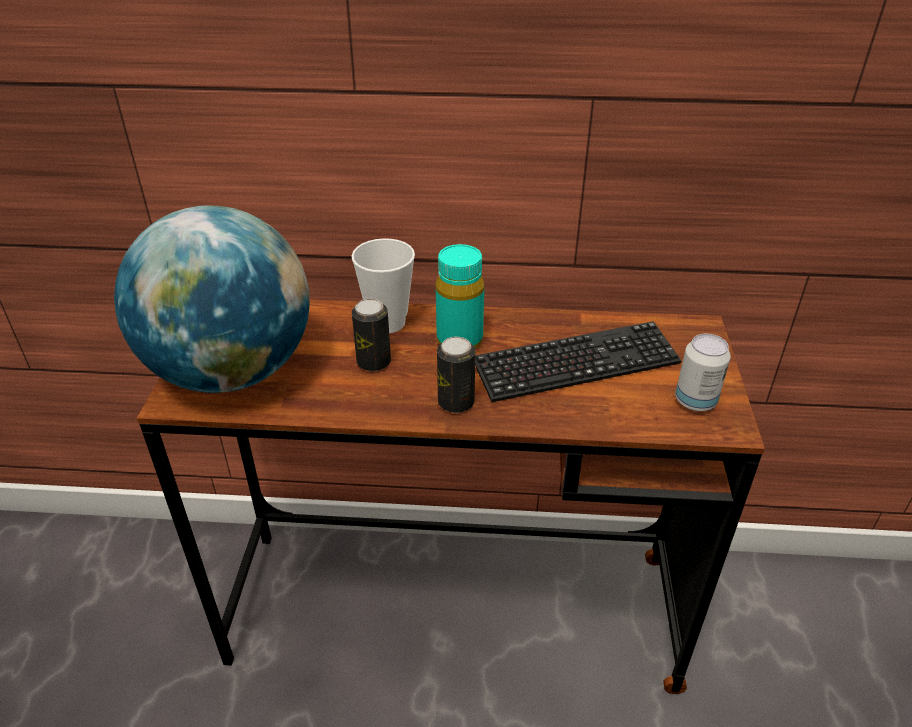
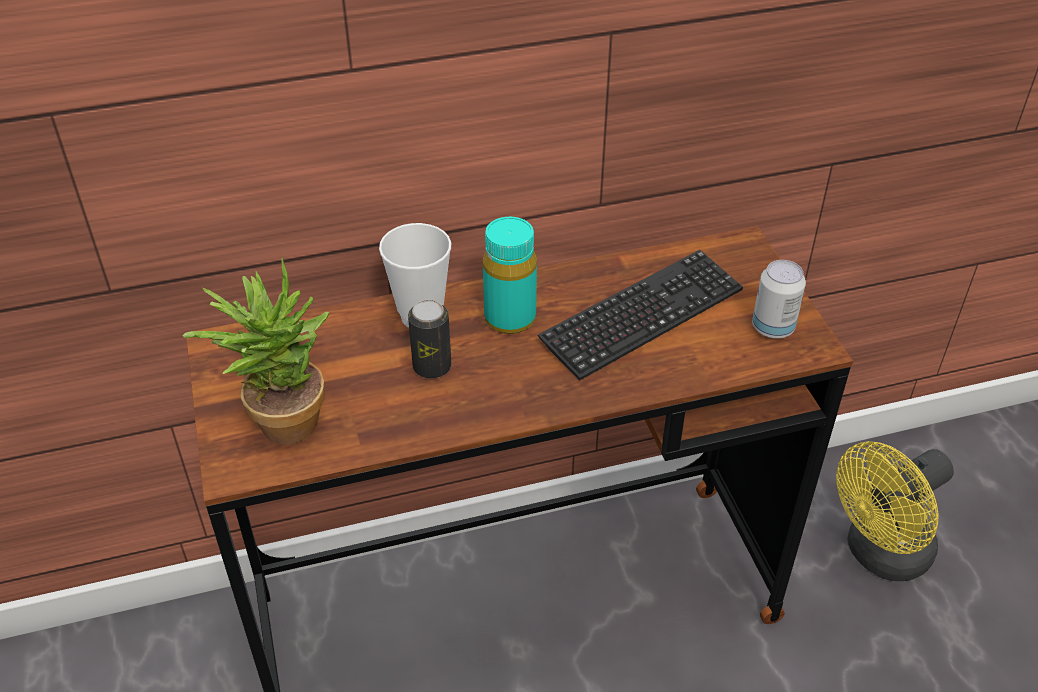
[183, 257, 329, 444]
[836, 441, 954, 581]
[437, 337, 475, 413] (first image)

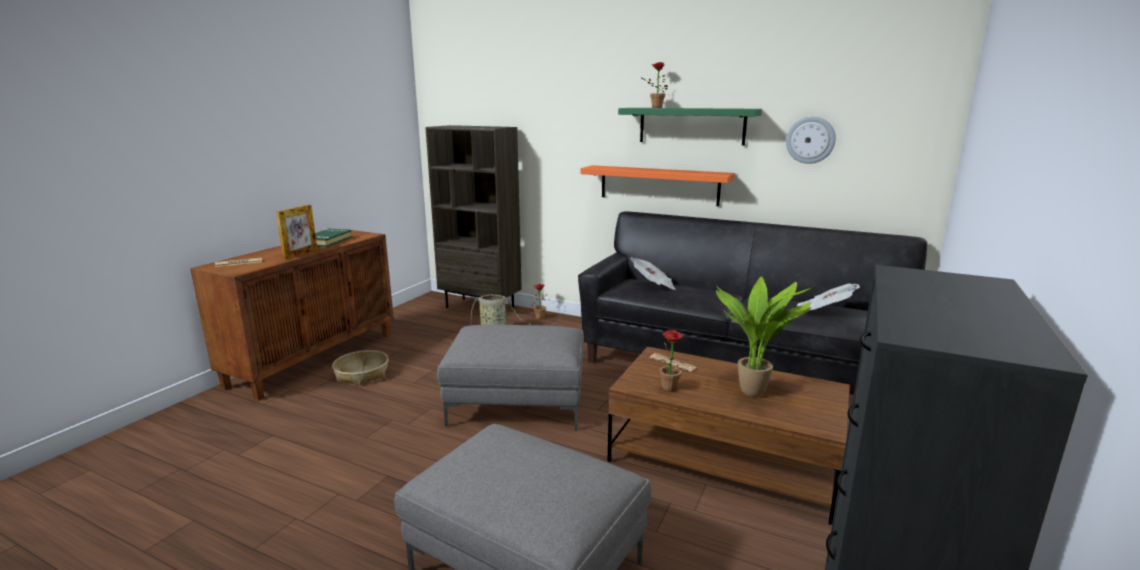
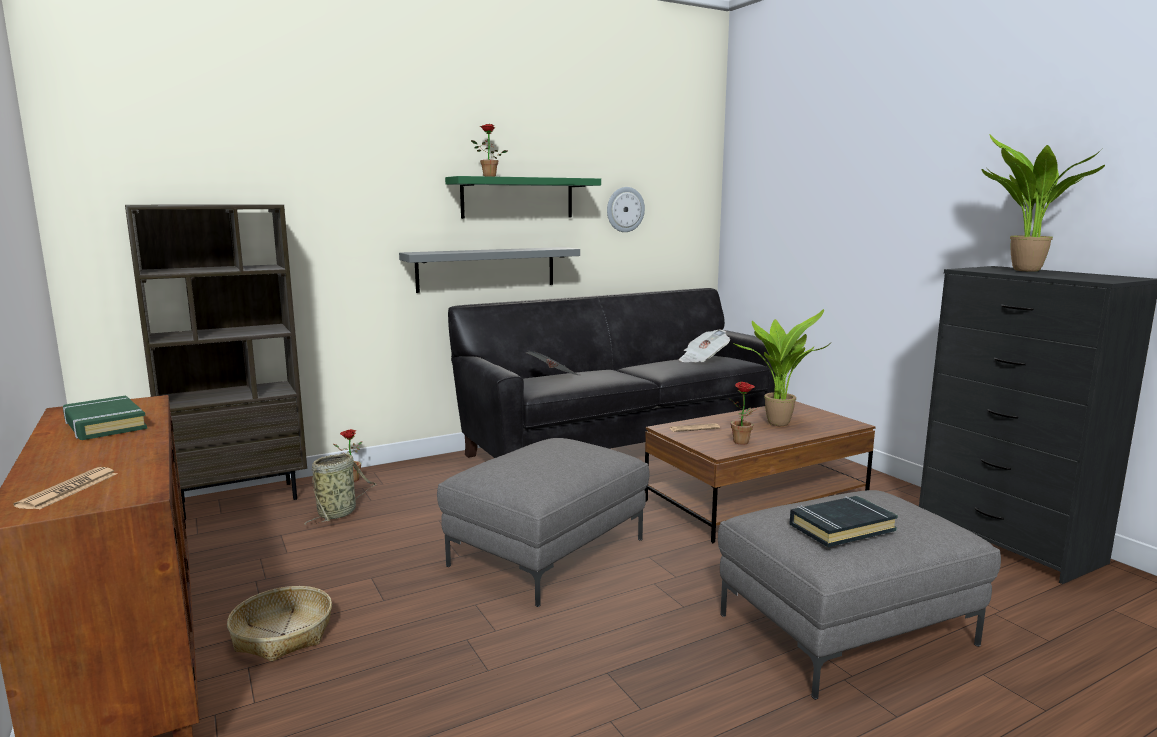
[399, 247, 580, 293]
[789, 496, 898, 547]
[981, 134, 1105, 272]
[276, 205, 317, 259] (first image)

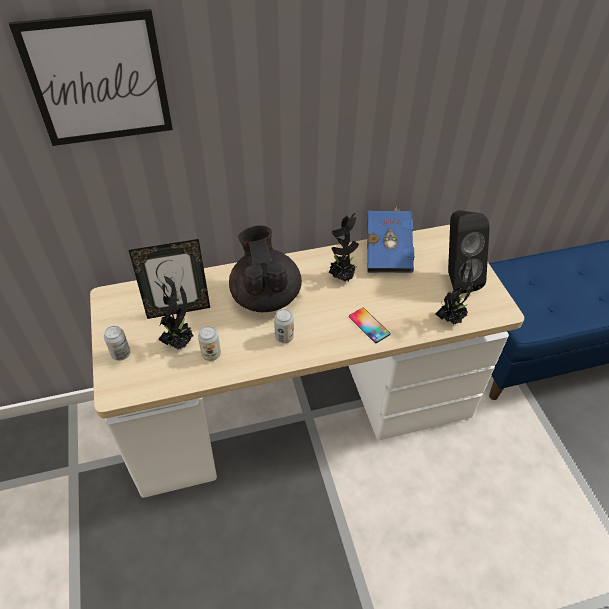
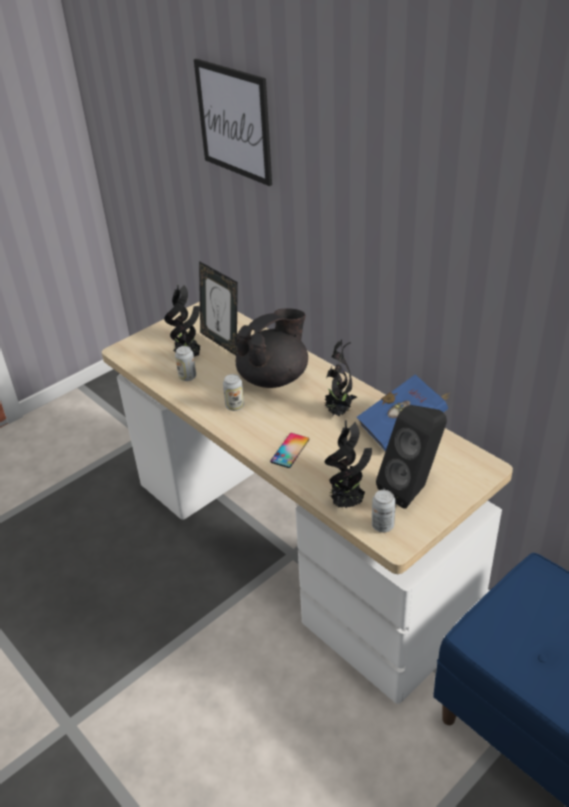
[372, 490, 396, 532]

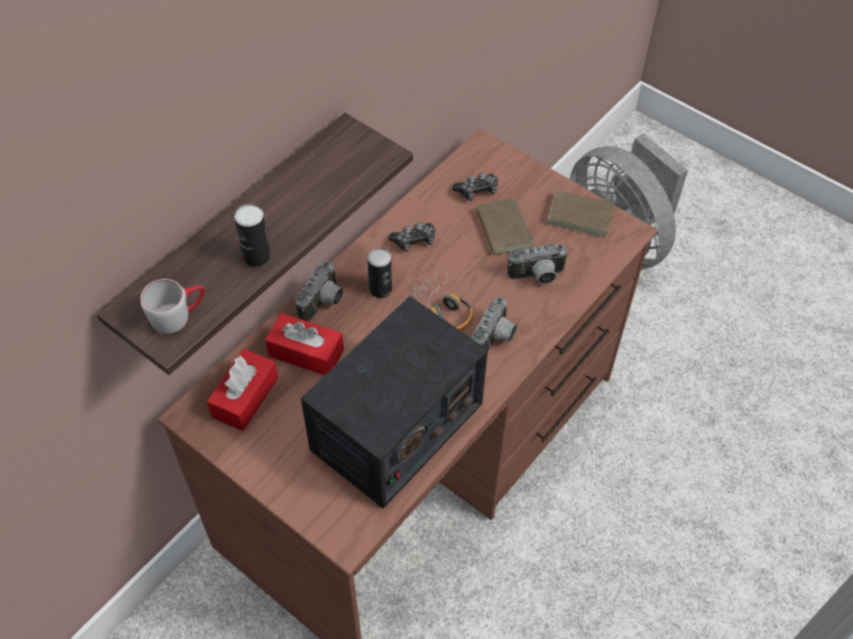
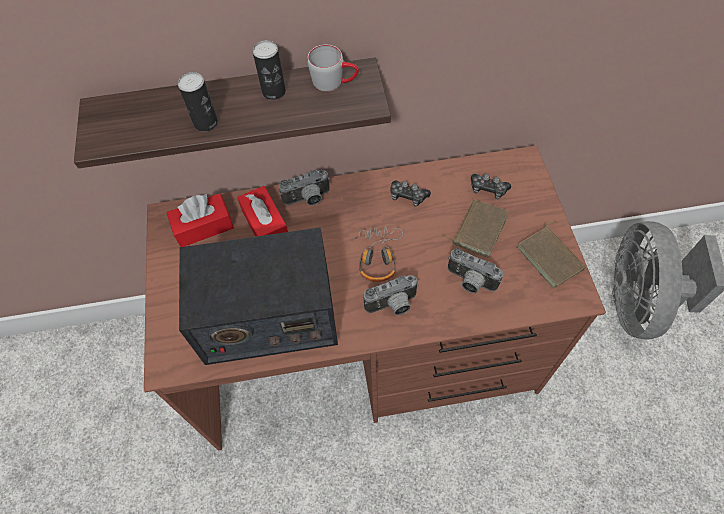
[253, 40, 286, 100]
[307, 45, 359, 92]

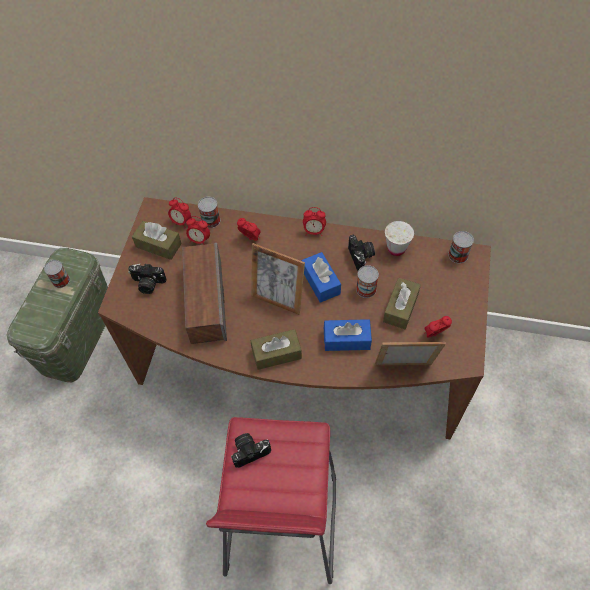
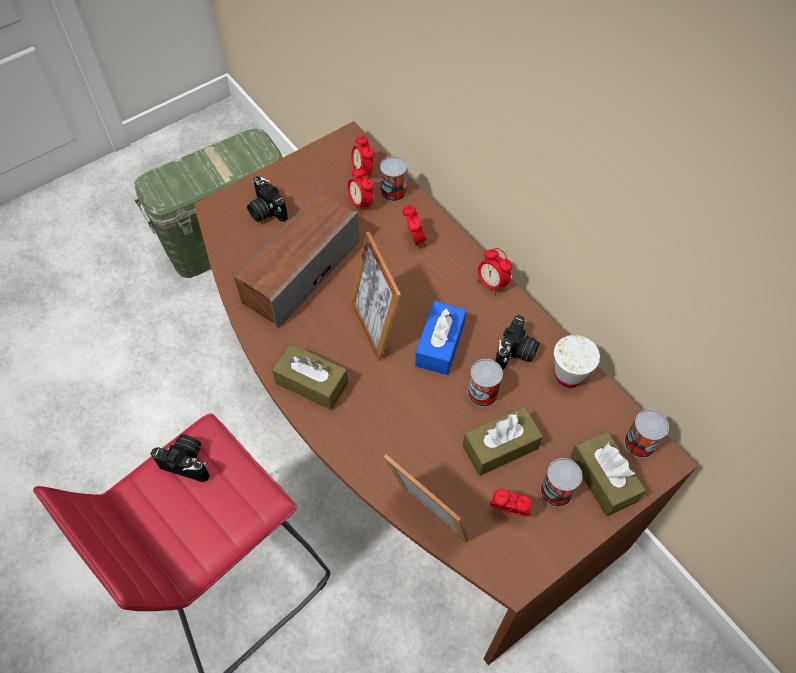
[540, 458, 582, 507]
[570, 431, 646, 516]
[324, 319, 372, 351] (first image)

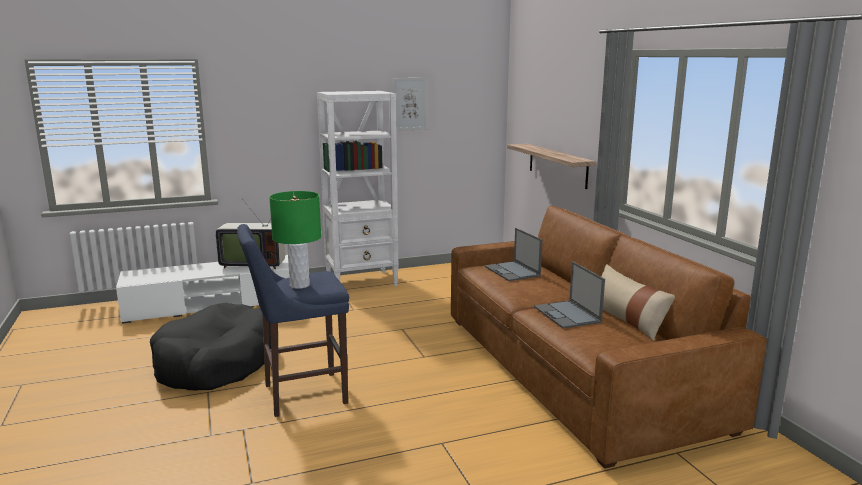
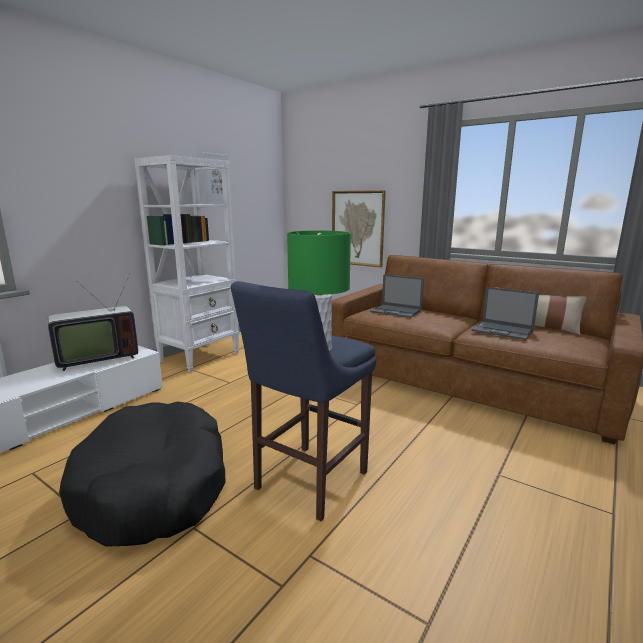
[332, 190, 386, 267]

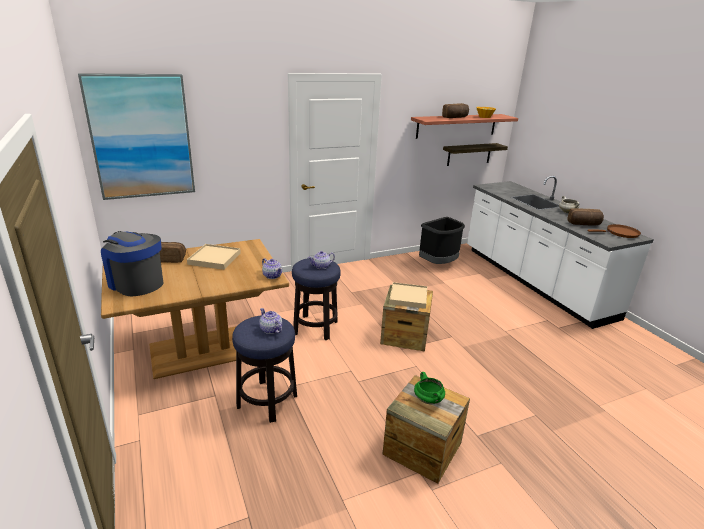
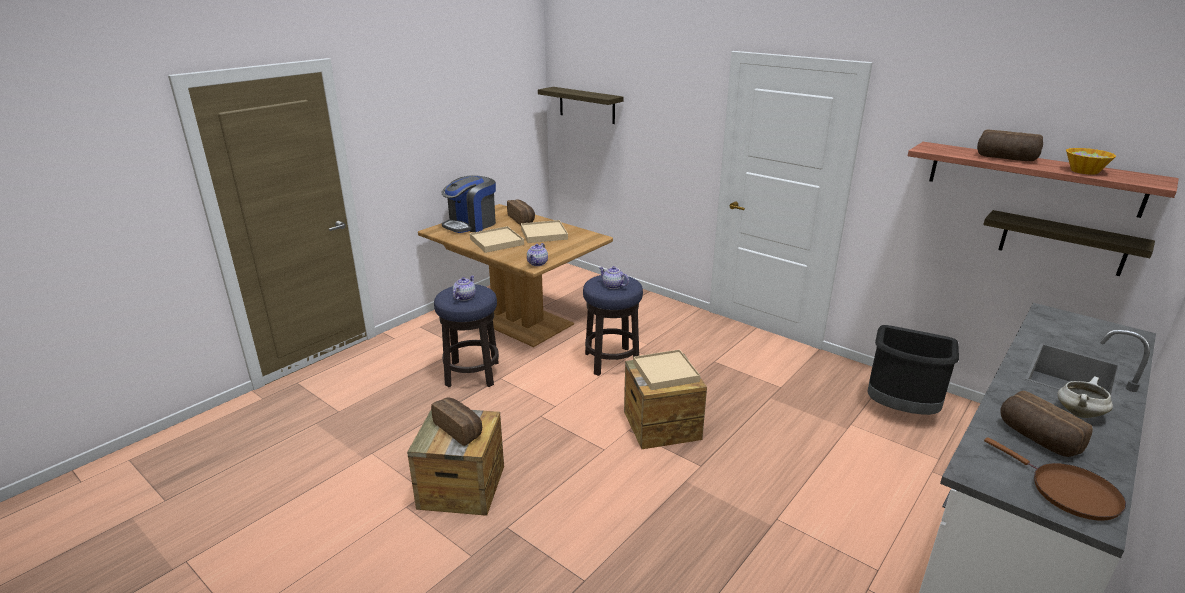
[431, 398, 482, 446]
[441, 175, 496, 233]
[470, 226, 524, 253]
[538, 87, 624, 124]

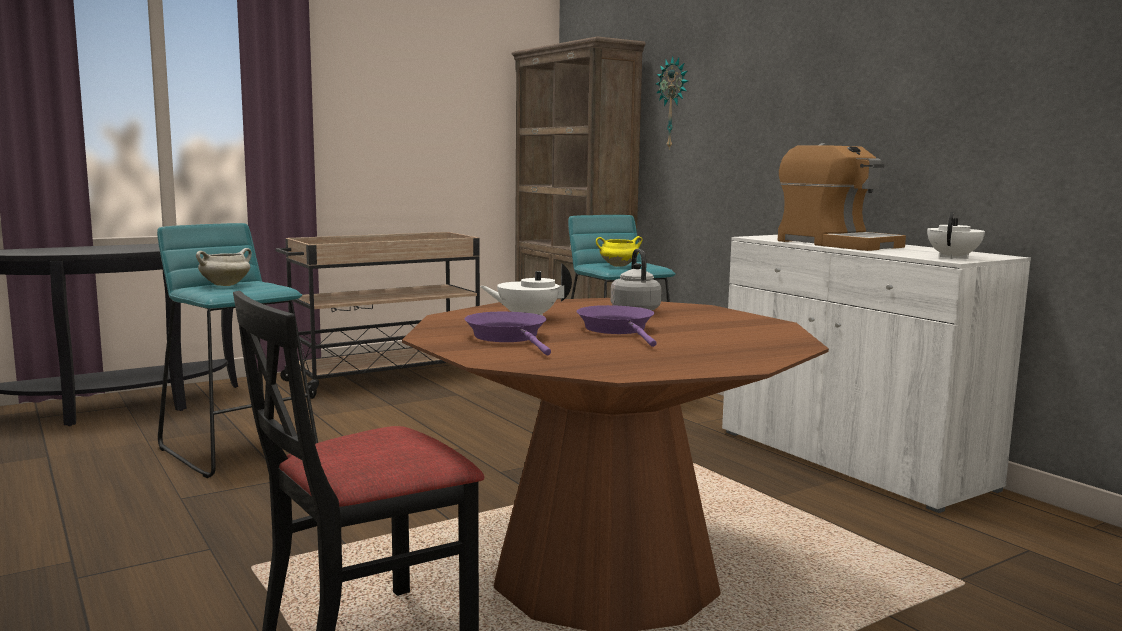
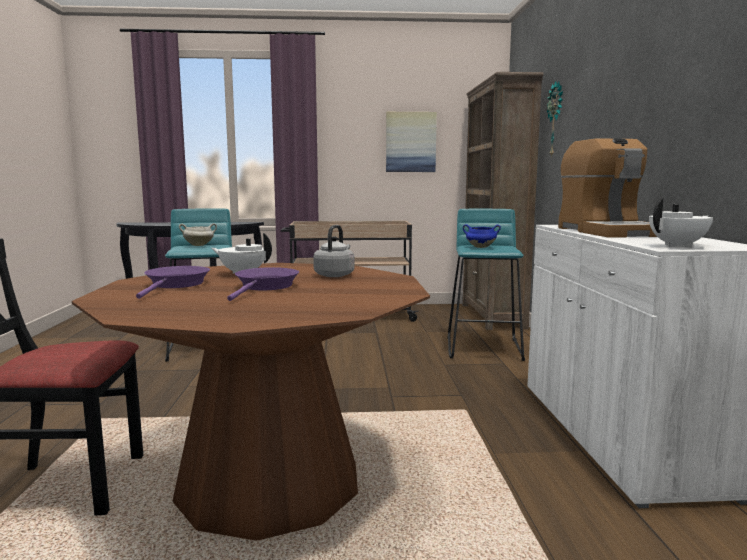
[386, 112, 437, 172]
[463, 224, 501, 248]

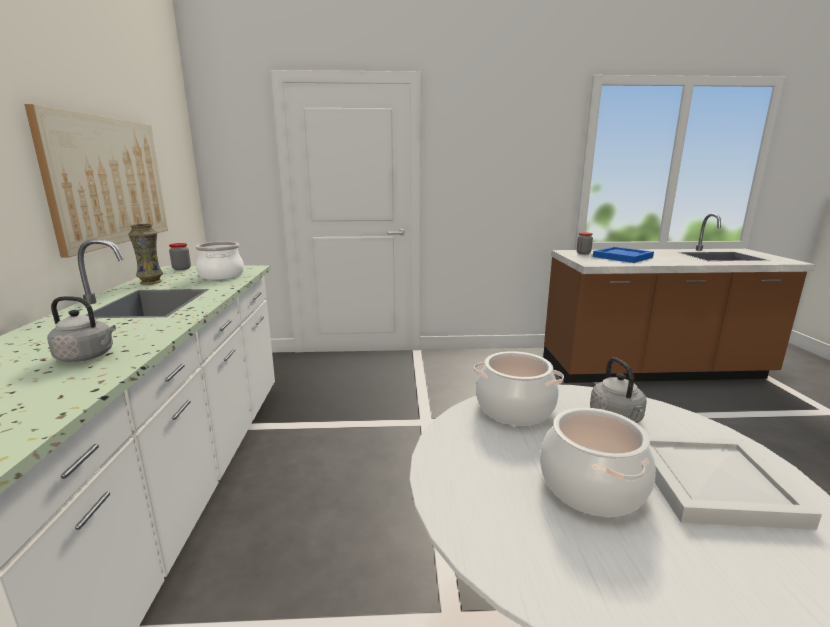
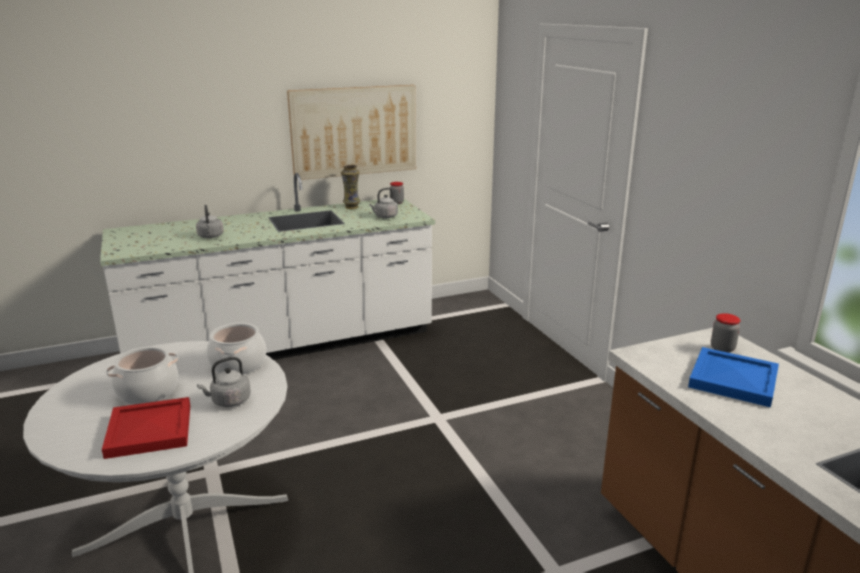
[102, 397, 190, 459]
[369, 188, 398, 218]

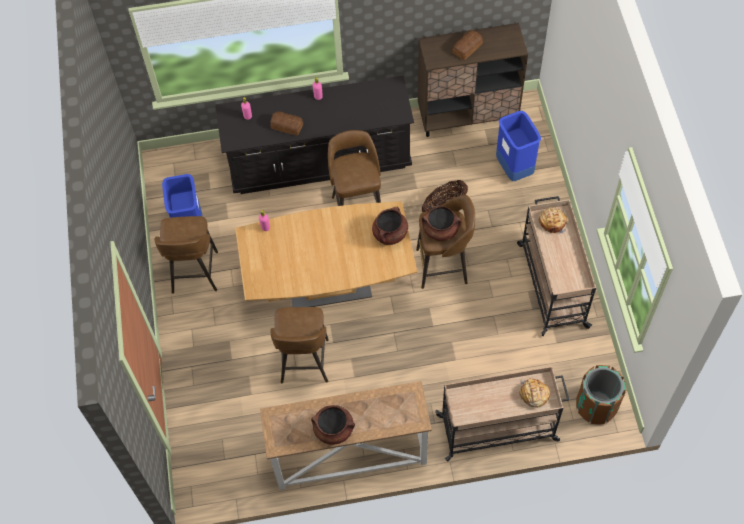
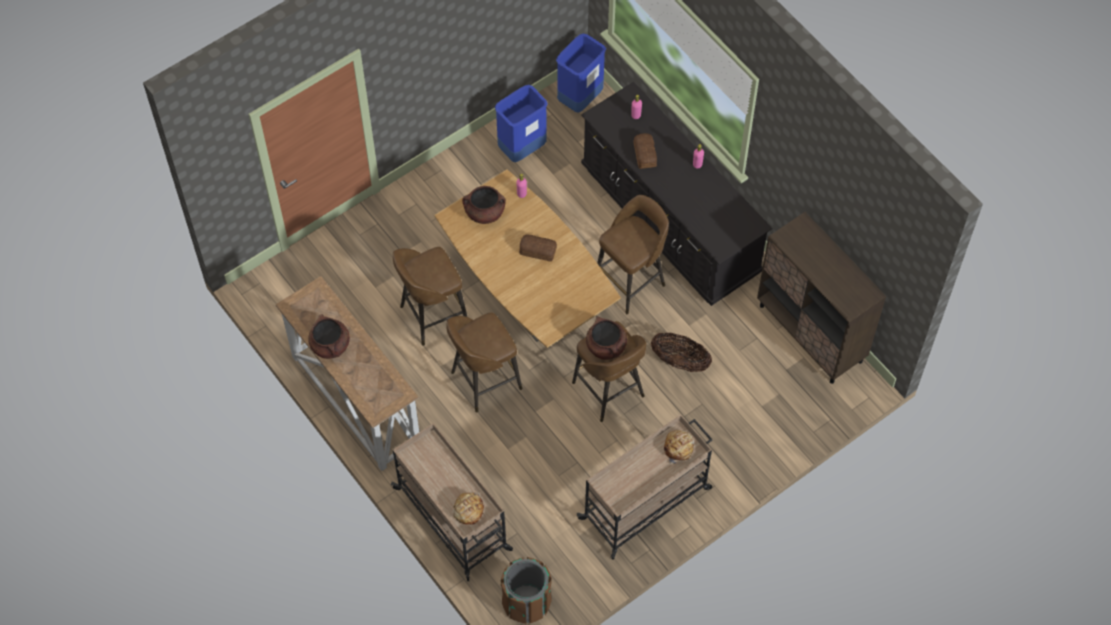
[446, 312, 522, 412]
[462, 186, 506, 224]
[519, 235, 557, 262]
[556, 34, 606, 113]

